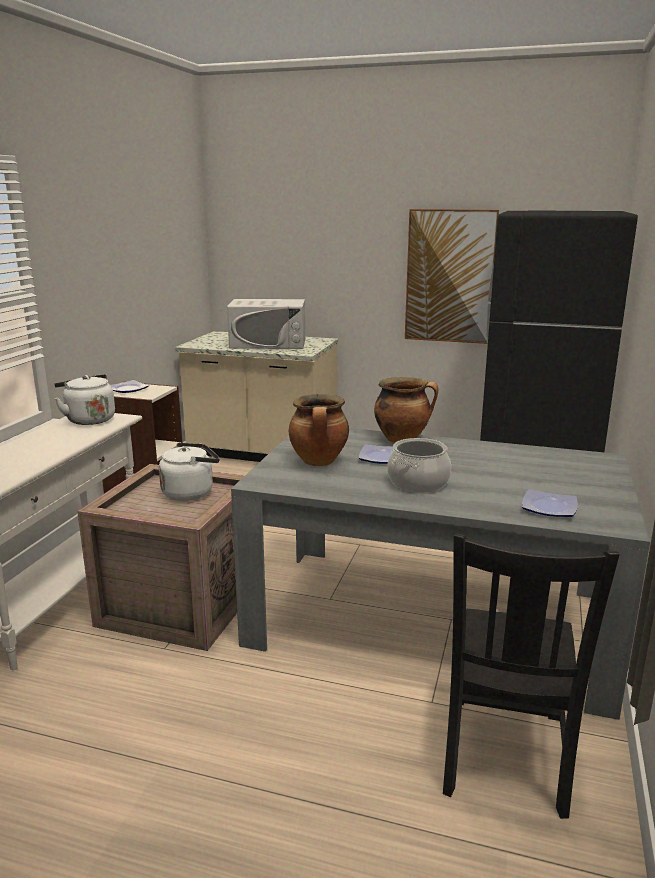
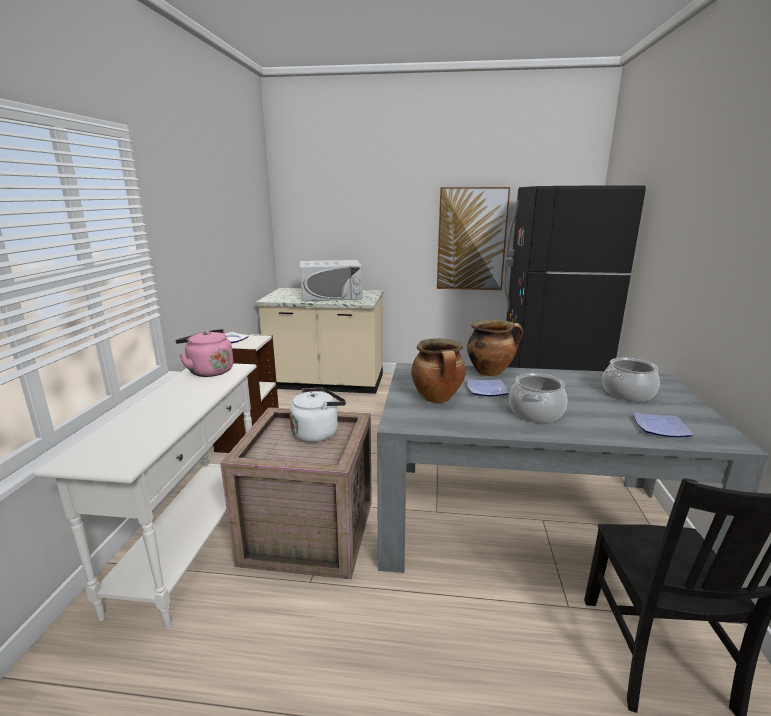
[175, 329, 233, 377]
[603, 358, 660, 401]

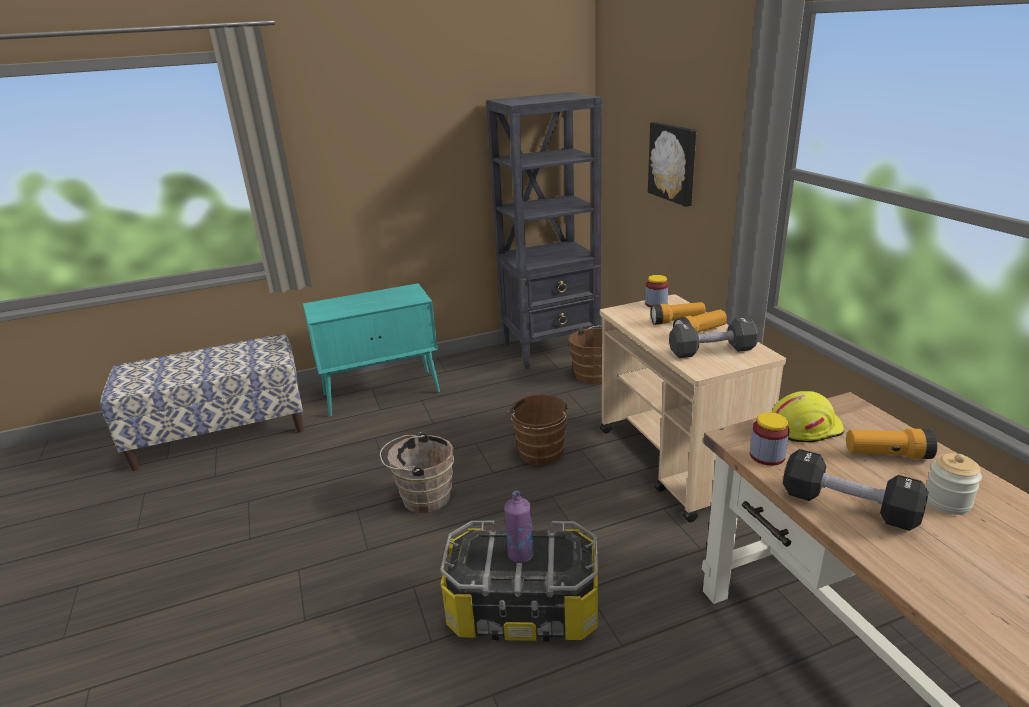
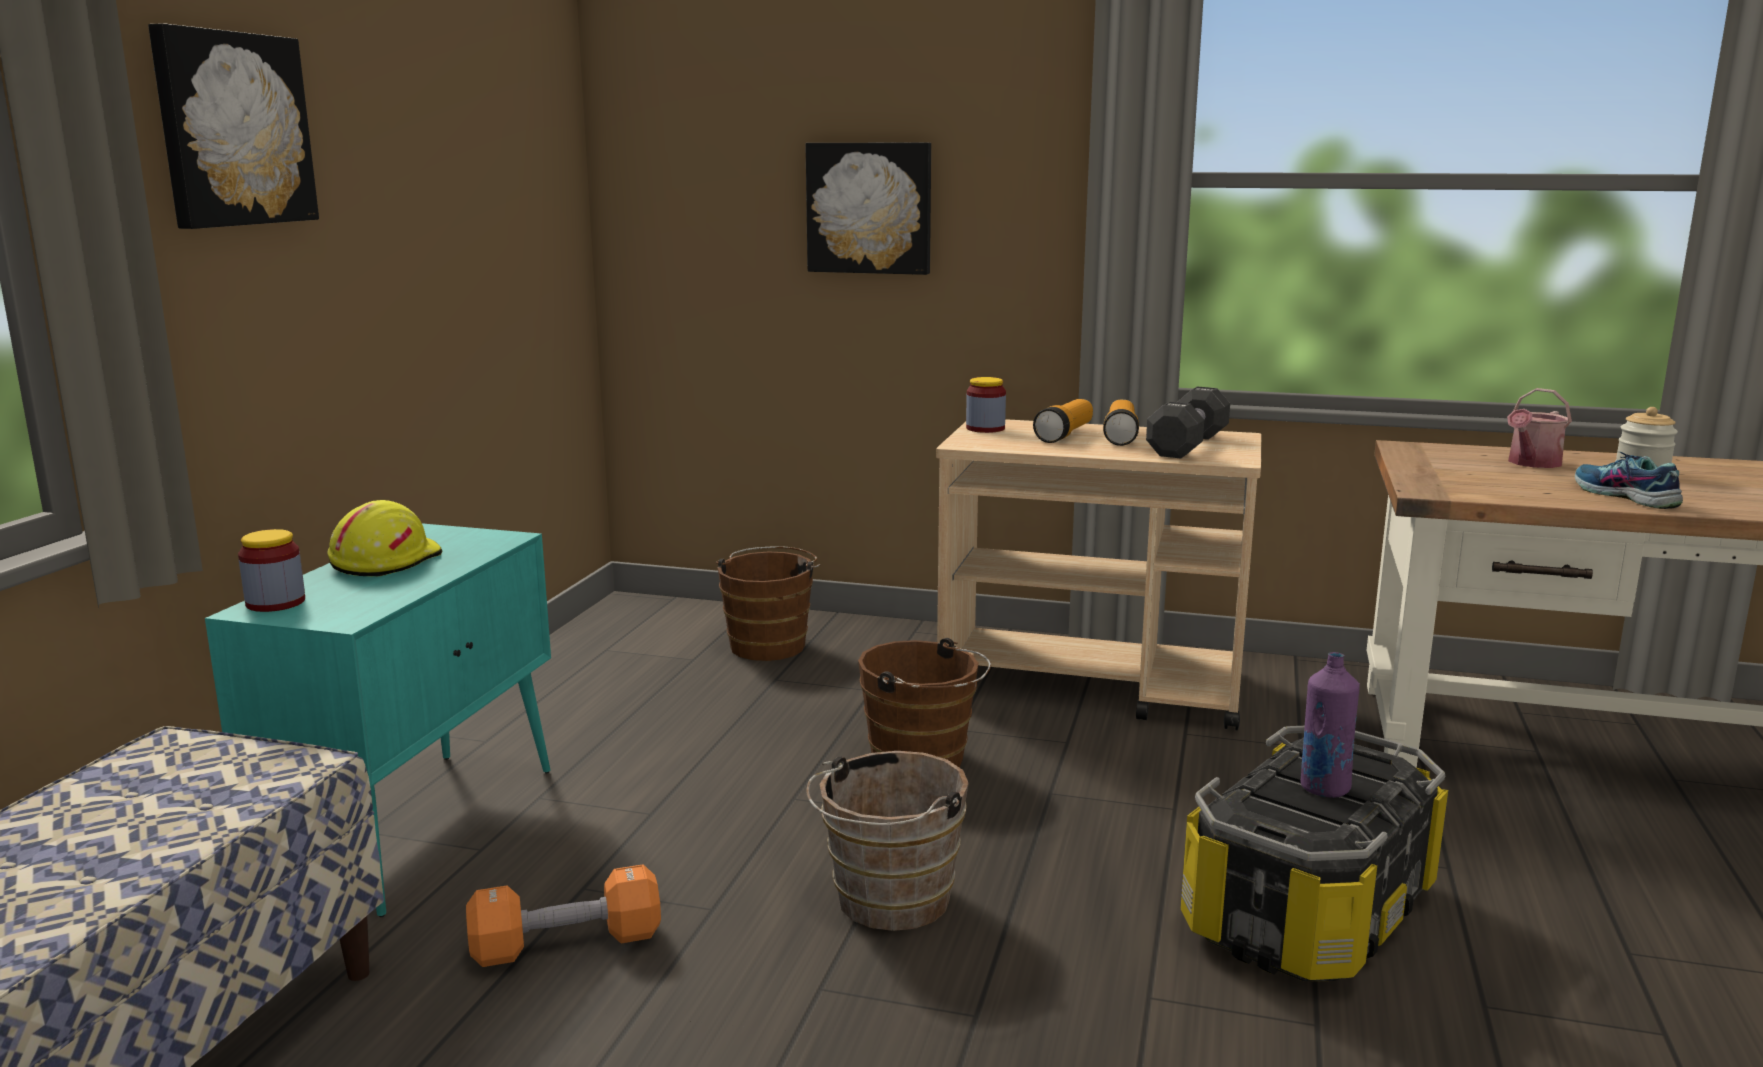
[148, 23, 319, 229]
[238, 529, 305, 612]
[327, 500, 442, 577]
[466, 864, 661, 967]
[1507, 388, 1572, 468]
[1575, 452, 1683, 509]
[486, 92, 602, 369] (first image)

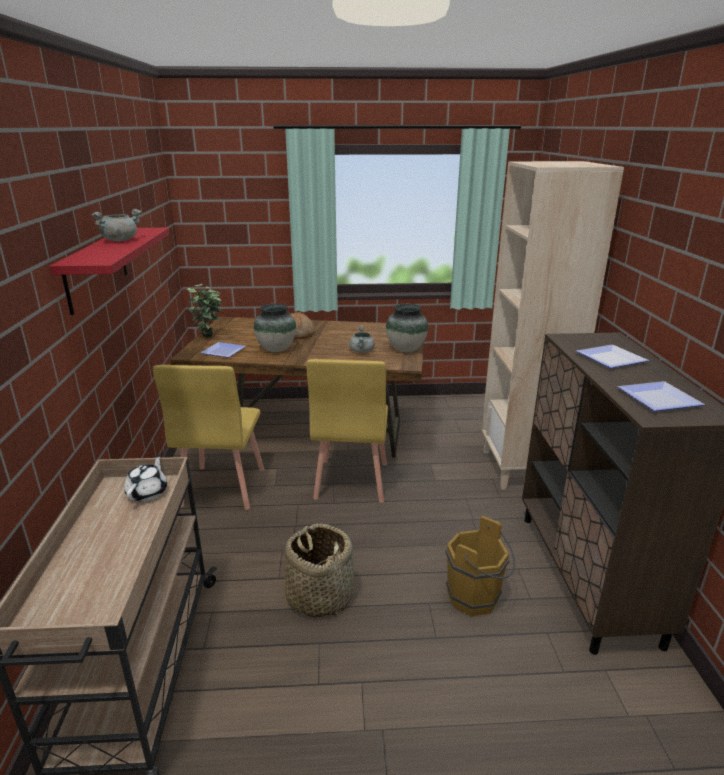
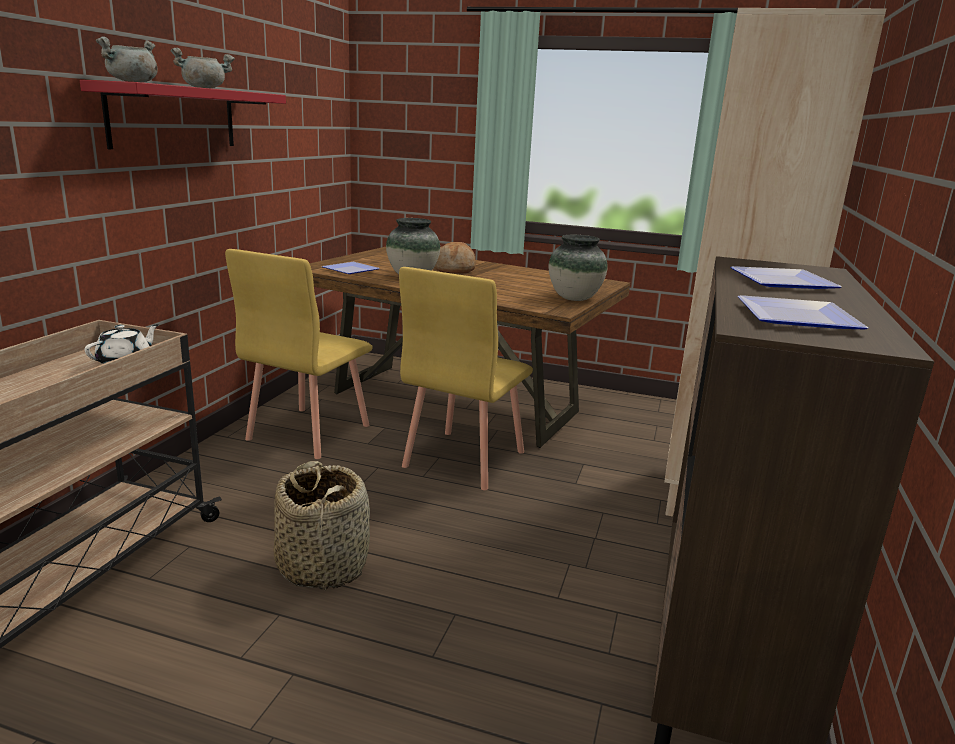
[96, 37, 158, 82]
[187, 284, 222, 338] (first image)
[446, 516, 515, 616] (first image)

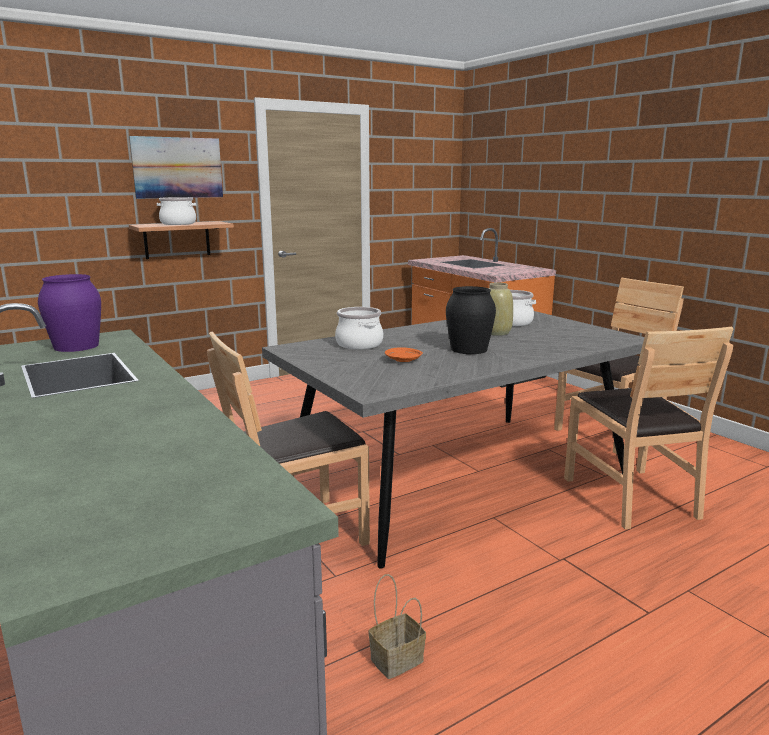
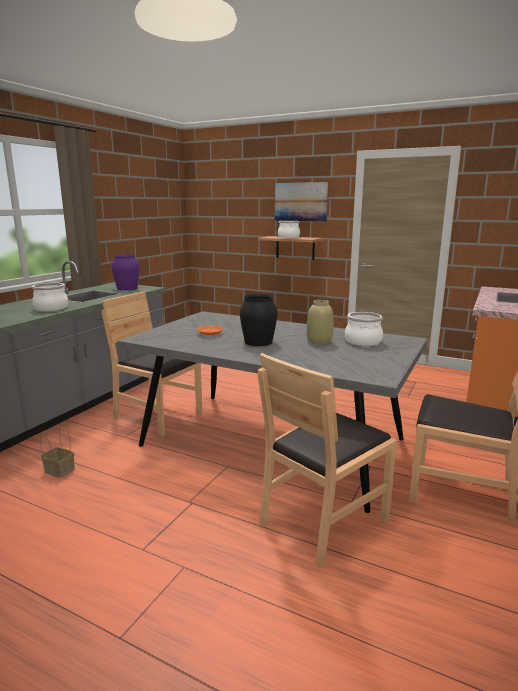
[32, 283, 68, 311]

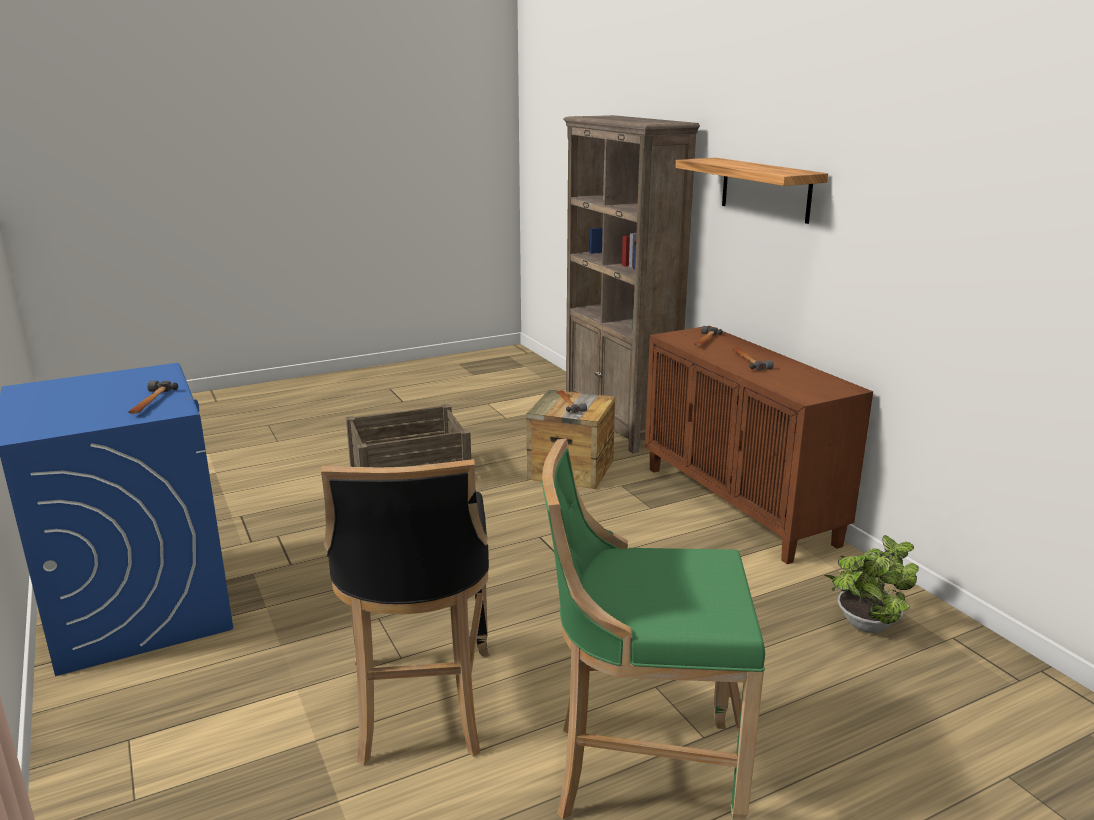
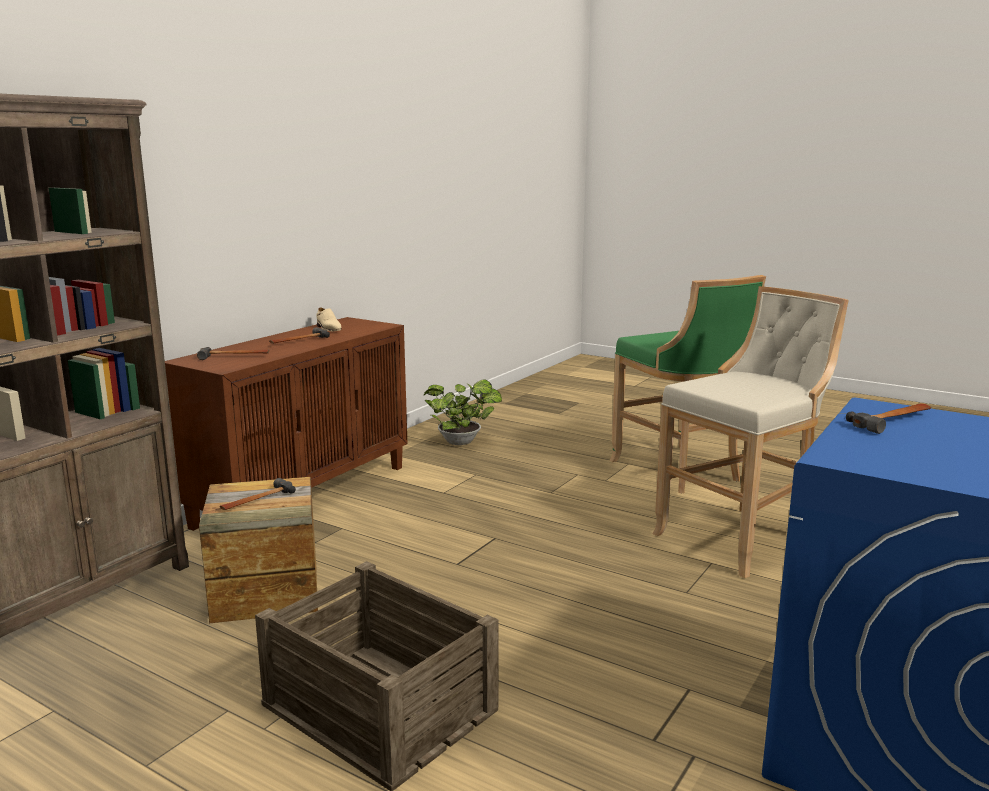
[316, 308, 342, 331]
[652, 286, 849, 578]
[675, 158, 828, 224] (first image)

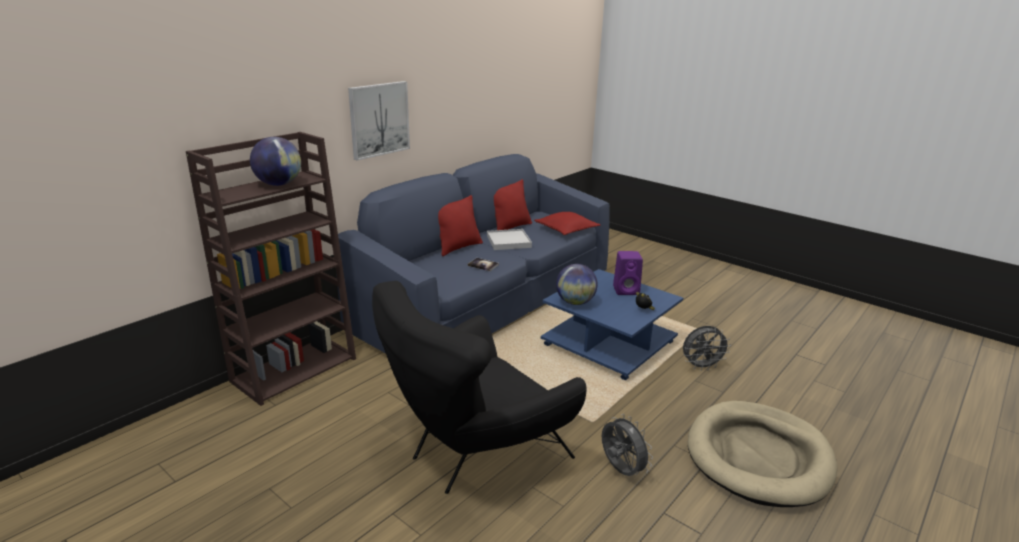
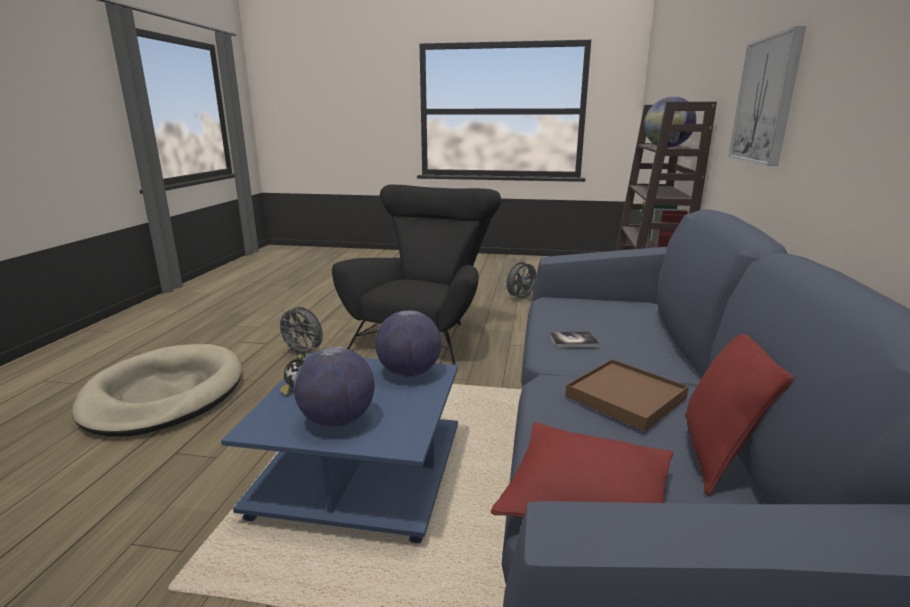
[294, 347, 375, 427]
[504, 259, 536, 299]
[565, 359, 689, 431]
[438, 195, 483, 256] (first image)

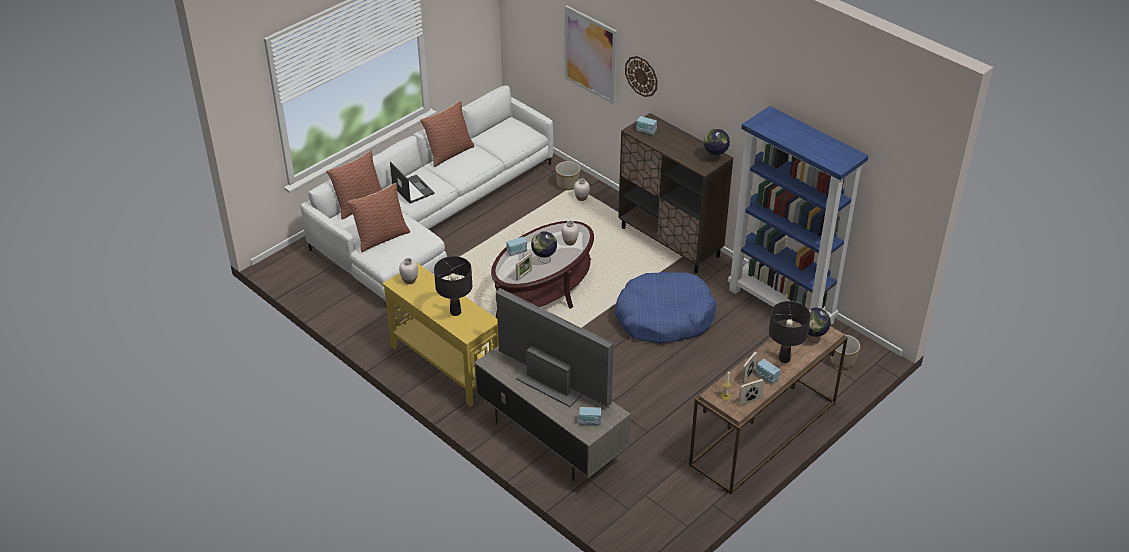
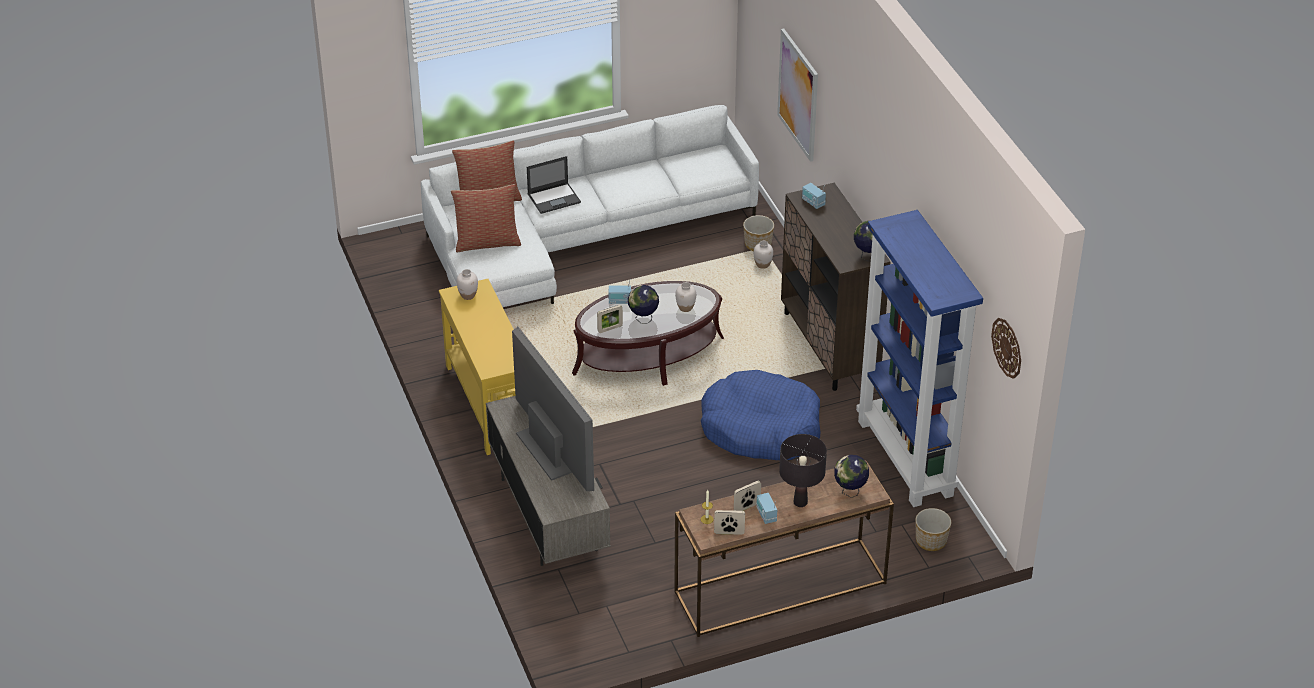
[527, 156, 581, 214]
[991, 318, 1021, 379]
[420, 101, 475, 167] (first image)
[434, 256, 472, 316] (first image)
[579, 402, 601, 425] (first image)

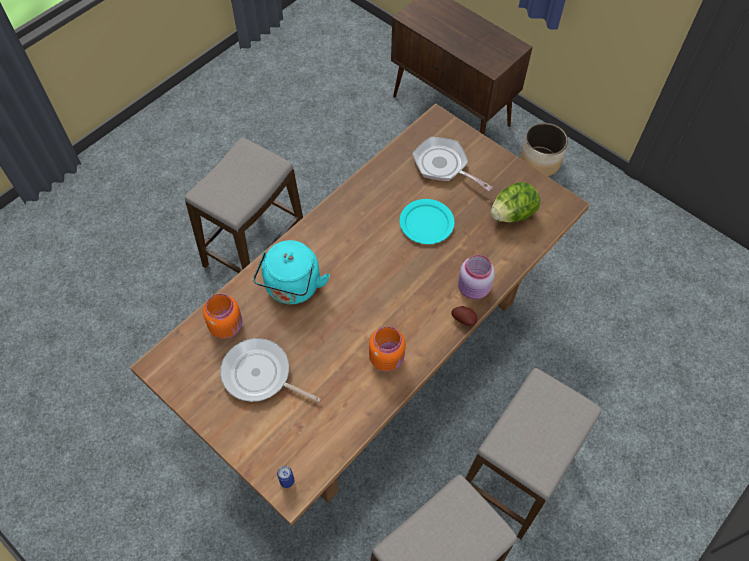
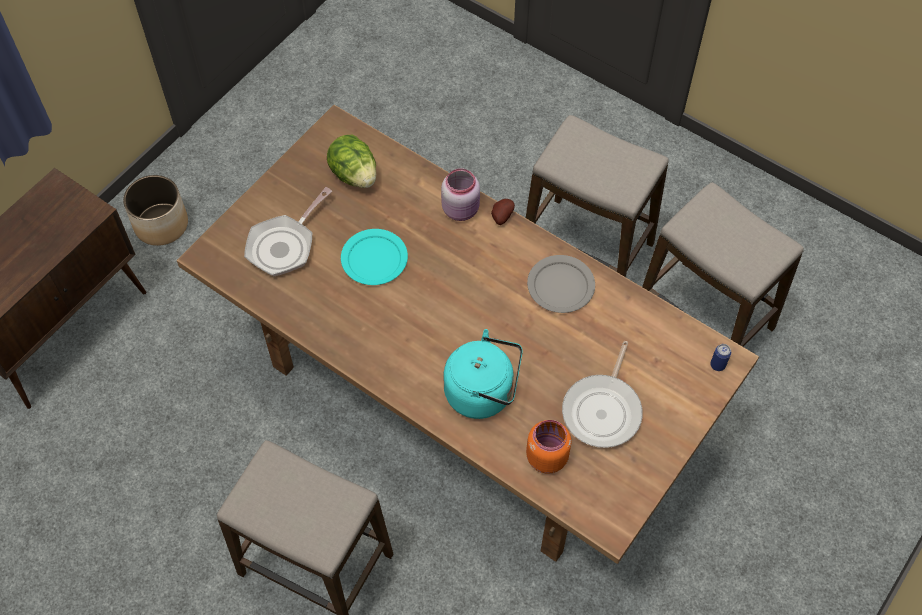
[527, 255, 595, 313]

